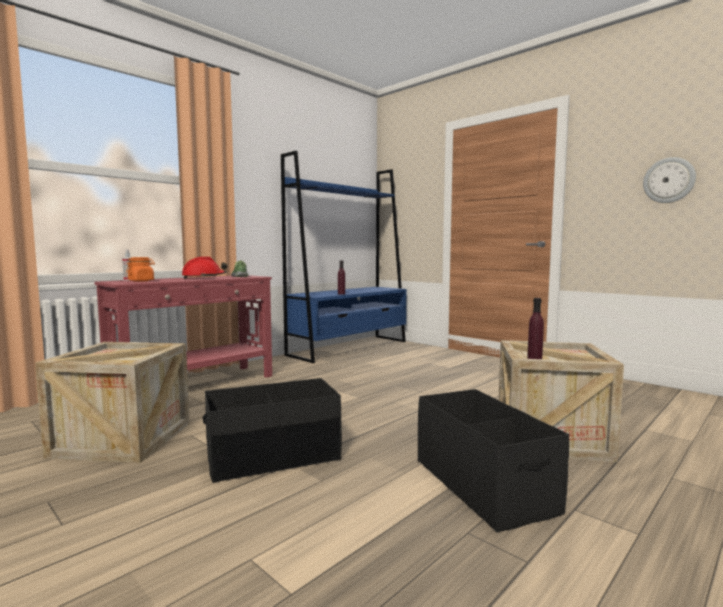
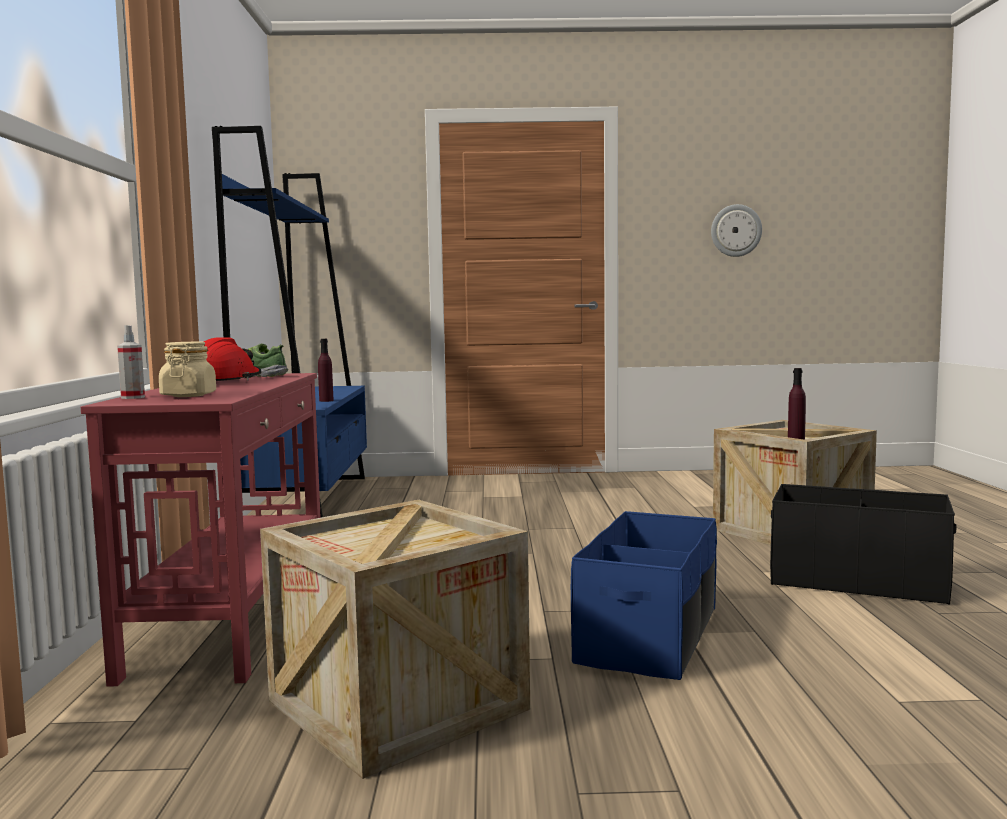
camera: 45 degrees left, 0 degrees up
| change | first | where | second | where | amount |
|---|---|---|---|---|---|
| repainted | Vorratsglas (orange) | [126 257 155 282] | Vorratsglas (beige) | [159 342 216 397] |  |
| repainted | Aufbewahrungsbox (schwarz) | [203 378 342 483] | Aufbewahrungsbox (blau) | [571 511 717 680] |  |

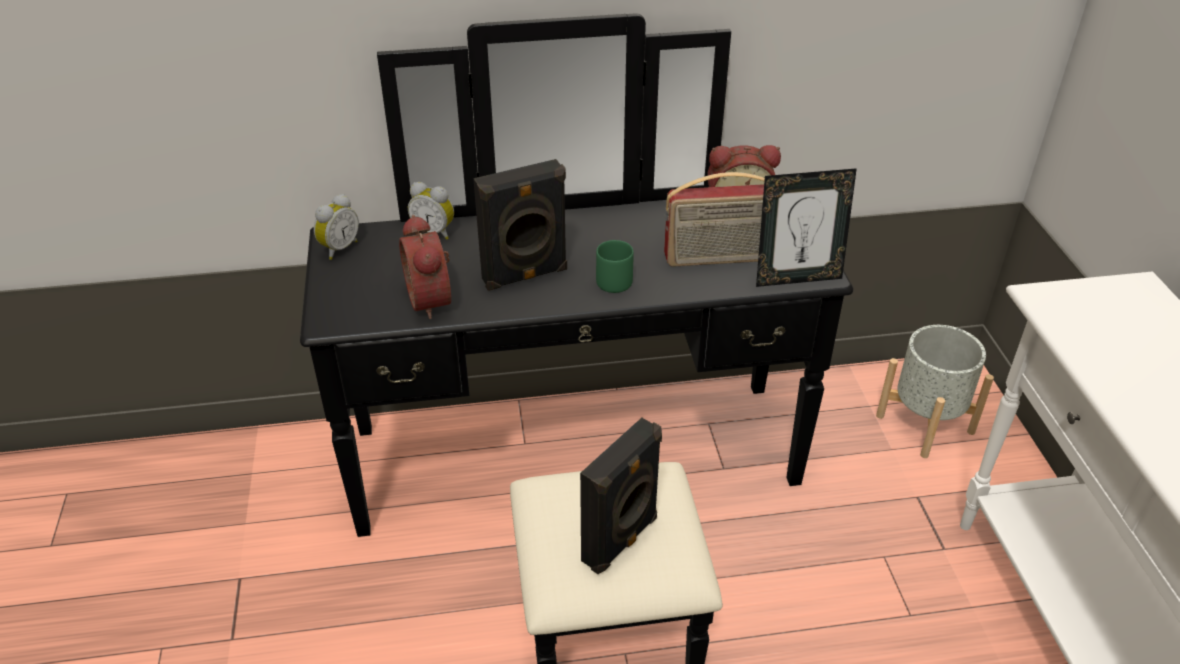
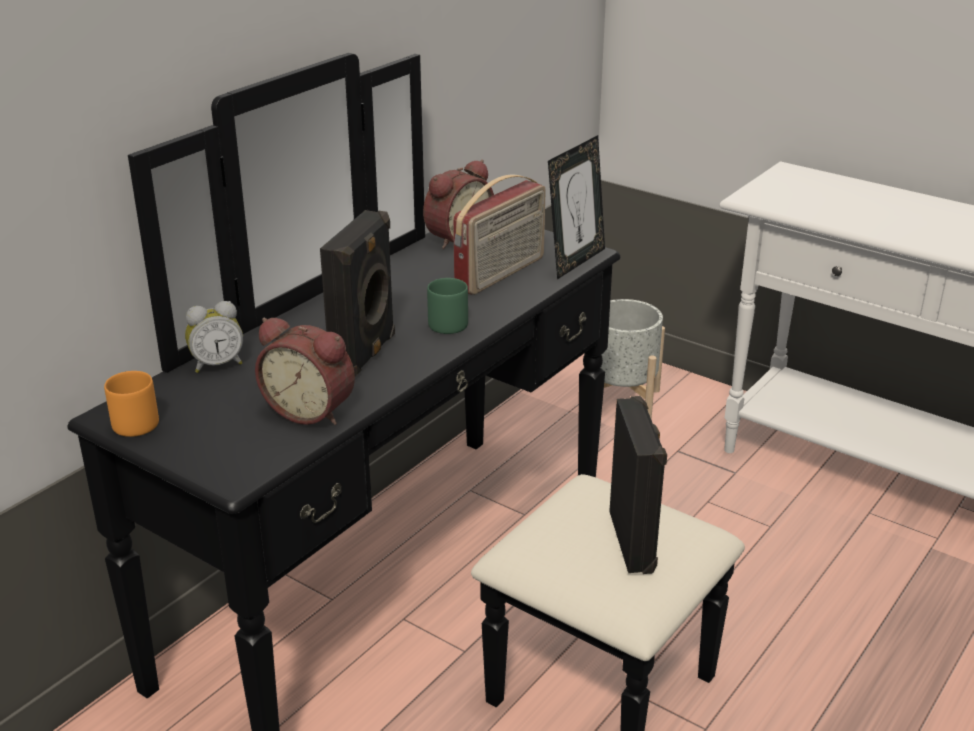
camera: 45 degrees left, 10 degrees down
| change | first | where | second | where | amount |
|---|---|---|---|---|---|
| swapped | Wecker | [314 194 359 260] | Henkelbecher (orange) | [104 371 159 437] |  |

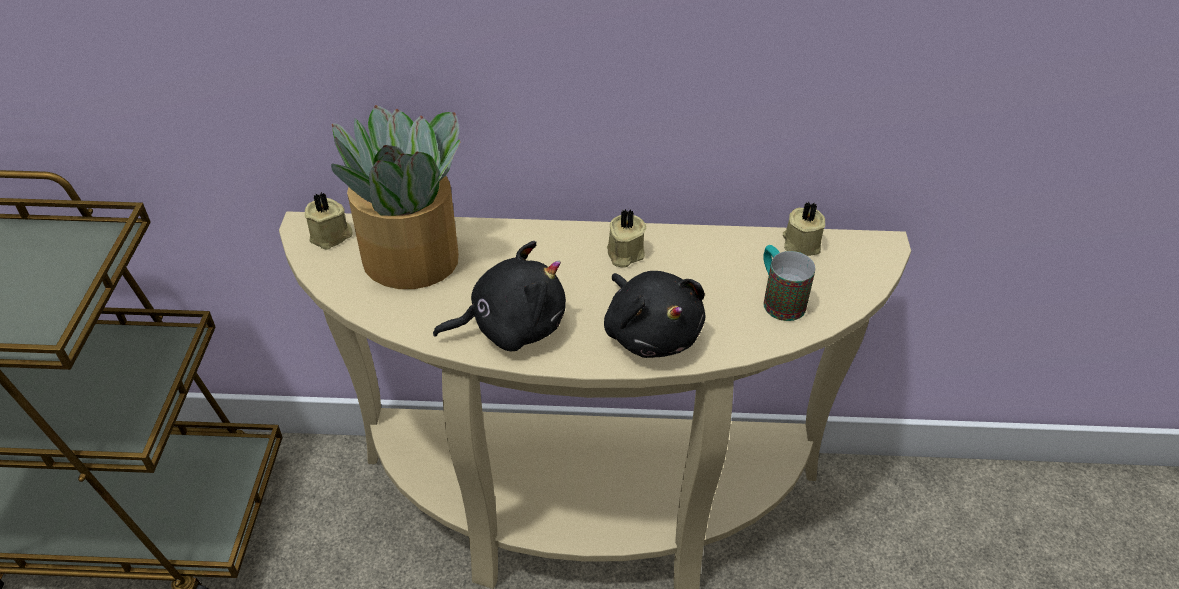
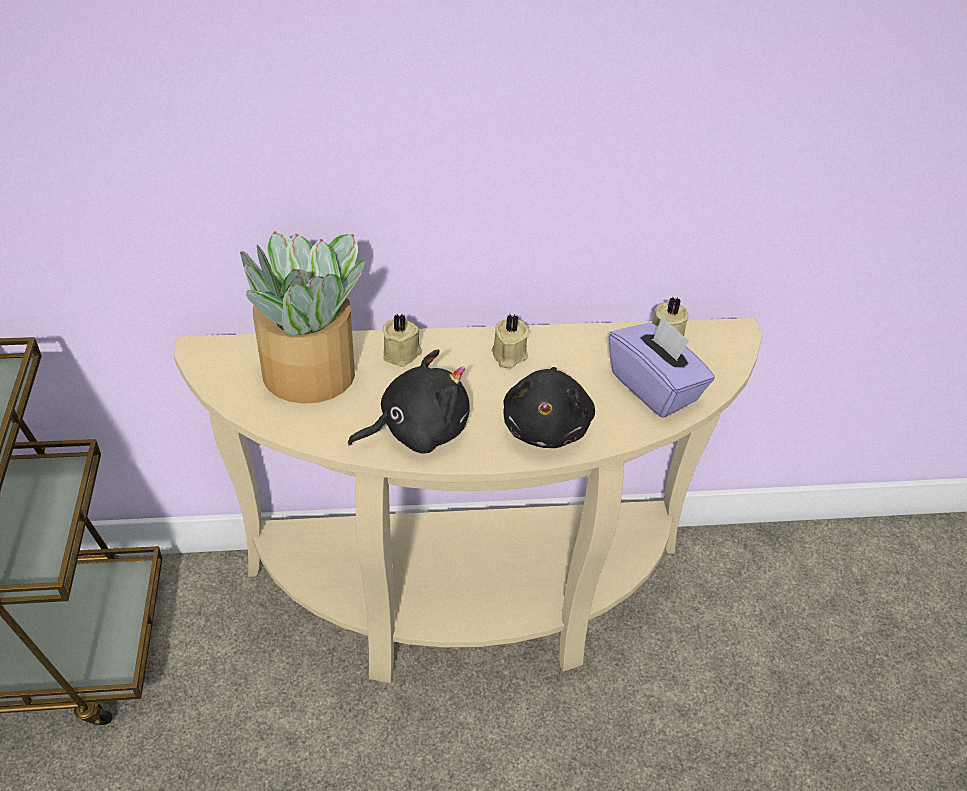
camera: 10 degrees left, 0 degrees up
| change | first | where | second | where | amount |
|---|---|---|---|---|---|
| shifted | Kerze (beige) | [305 192 352 250] |  | [383 314 422 367] |  |
| rotated | Plüschtier (schwarz) | [604 271 705 358] |  | [503 367 595 448] | 45 degrees clockwise |
| swapped | Henkelbecher | [763 245 815 321] | Taschentuchbox (lila) | [608 316 715 418] |  |

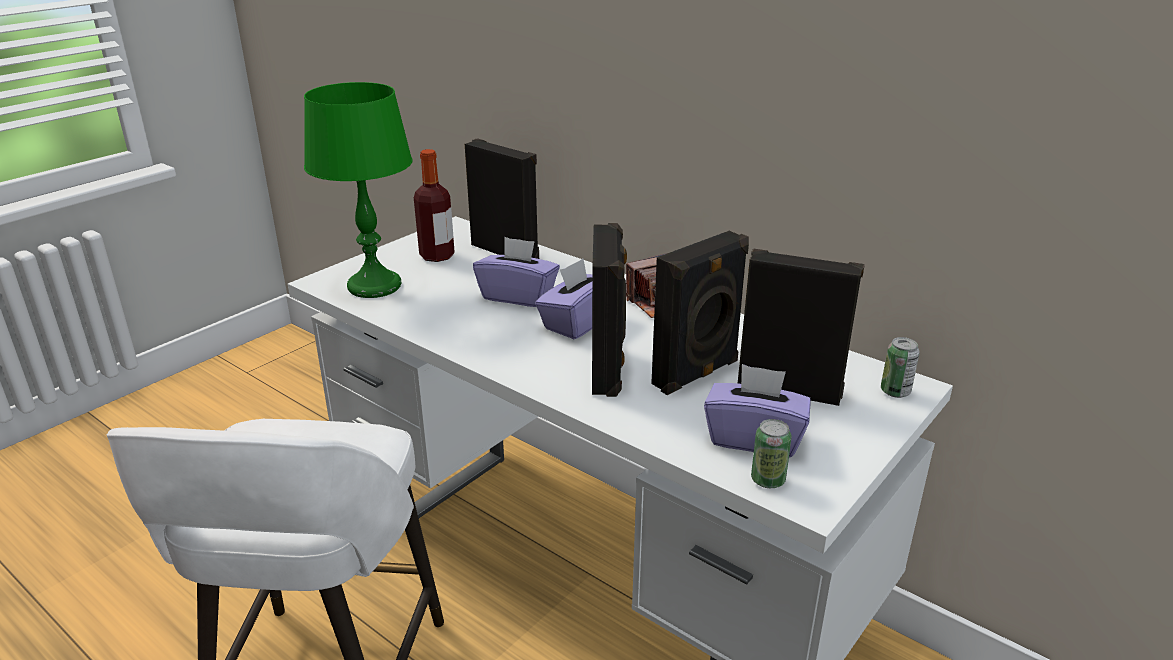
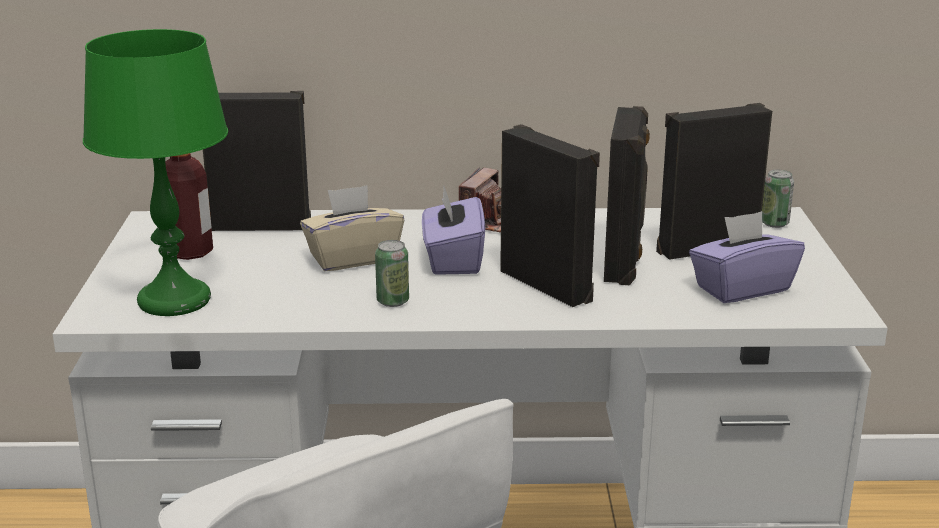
camera: 40 degrees left, 5 degrees down
| change | first | where | second | where | amount |
|---|---|---|---|---|---|
| repainted | Taschentuchbox (lila) | [473 237 560 307] | Taschentuchbox (beige) | [300 185 404 271] |  |
| shifted | Dose | [751 419 792 488] |  | [375 240 409 307] |  |

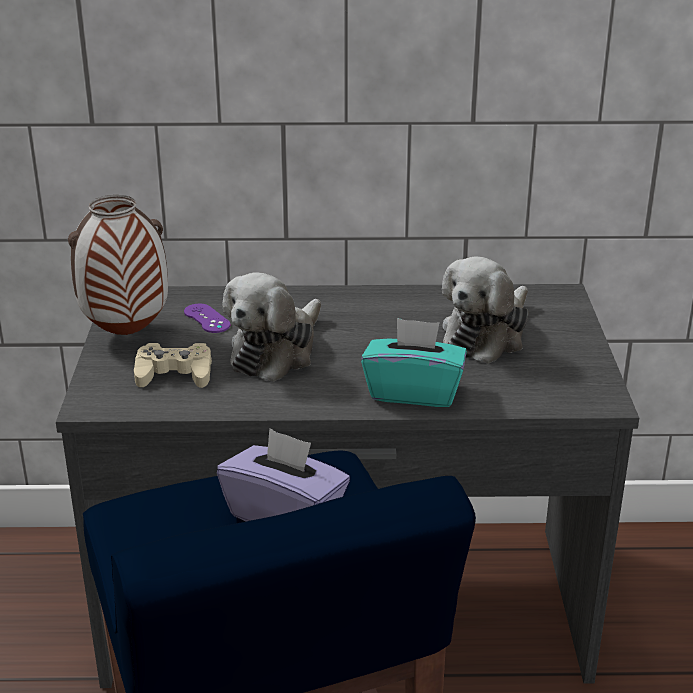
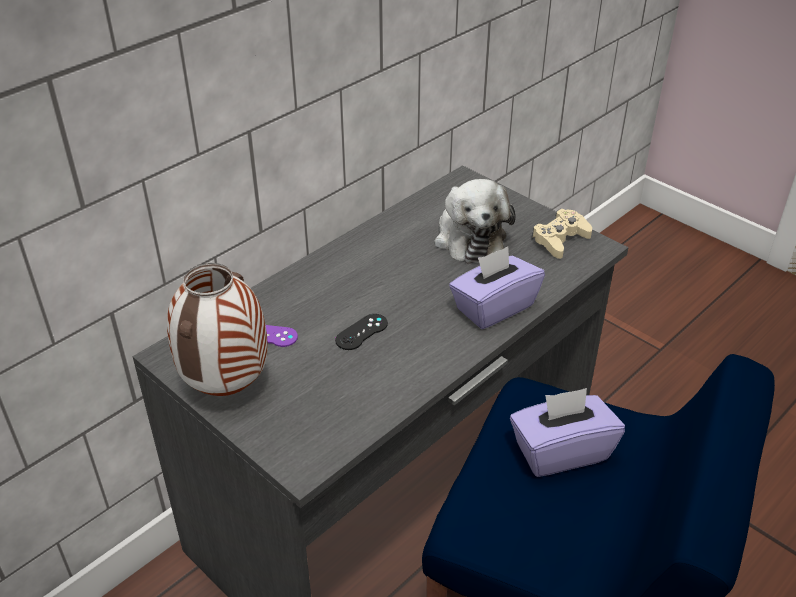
camera: 45 degrees left, 10 degrees up
| change | first | where | second | where | amount |
|---|---|---|---|---|---|
| swapped | Plüschtier | [222 272 321 382] | Gamepad (schwarz) | [335 314 388 350] |  |
| repainted | Taschentuchbox (türkis) | [361 318 467 407] | Taschentuchbox (lila) | [449 246 545 329] |  |
| shifted | Gamepad (beige) | [134 343 212 388] |  | [531 209 592 259] |  |

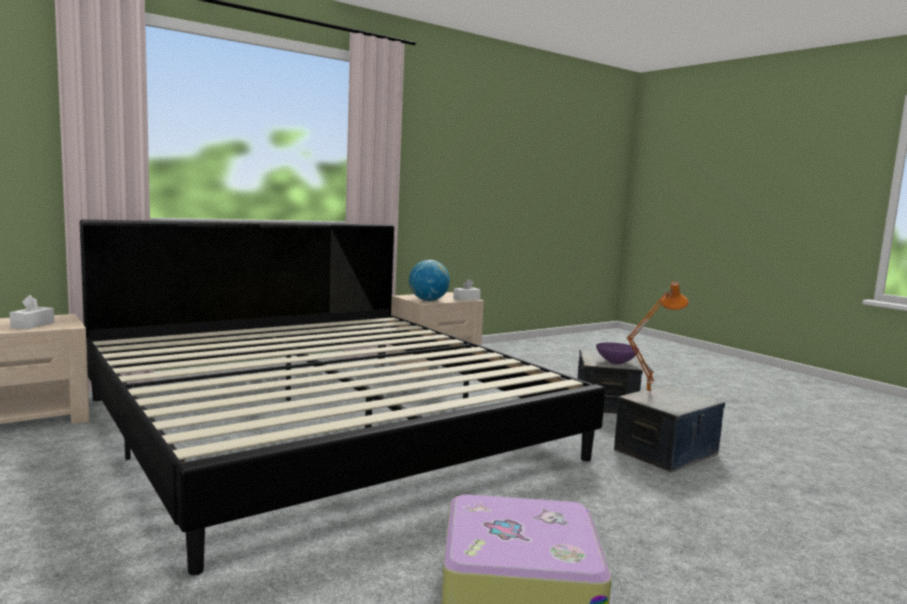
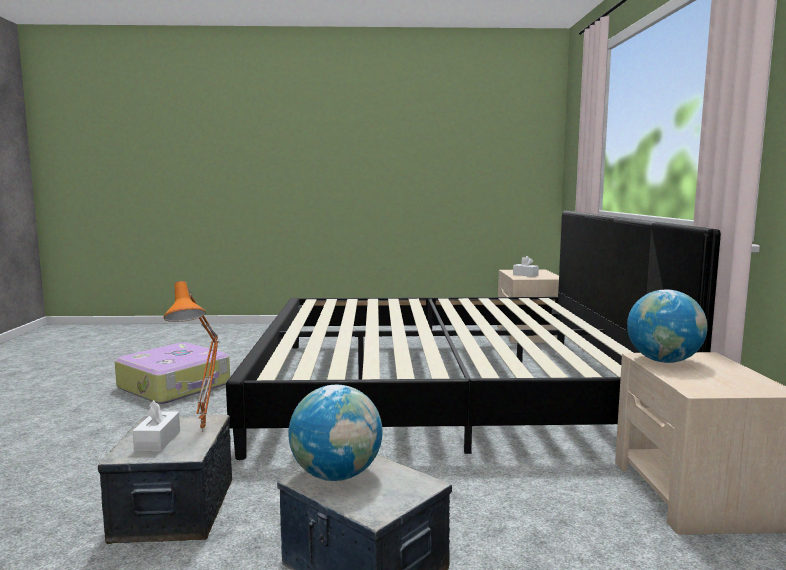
camera: 125 degrees right, 0 degrees up
| change | first | where | second | where | amount |
|---|---|---|---|---|---|
| shifted | Taschentuchbox (weiß) | [453 279 481 301] |  | [133 400 180 452] |  |
| swapped | Schüssel (lila) | [596 343 639 364] | Globus | [288 385 383 481] |  |

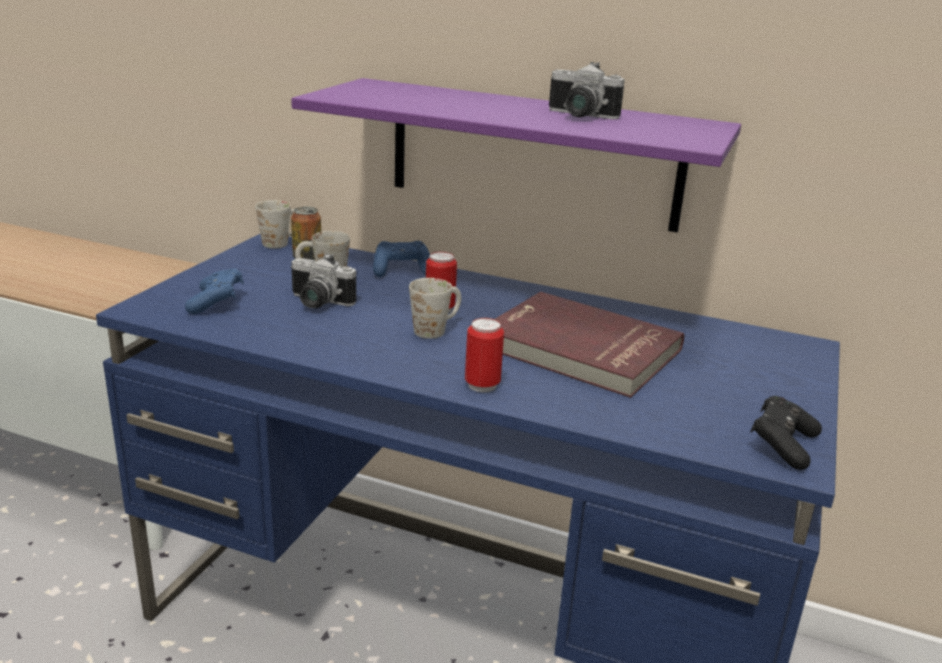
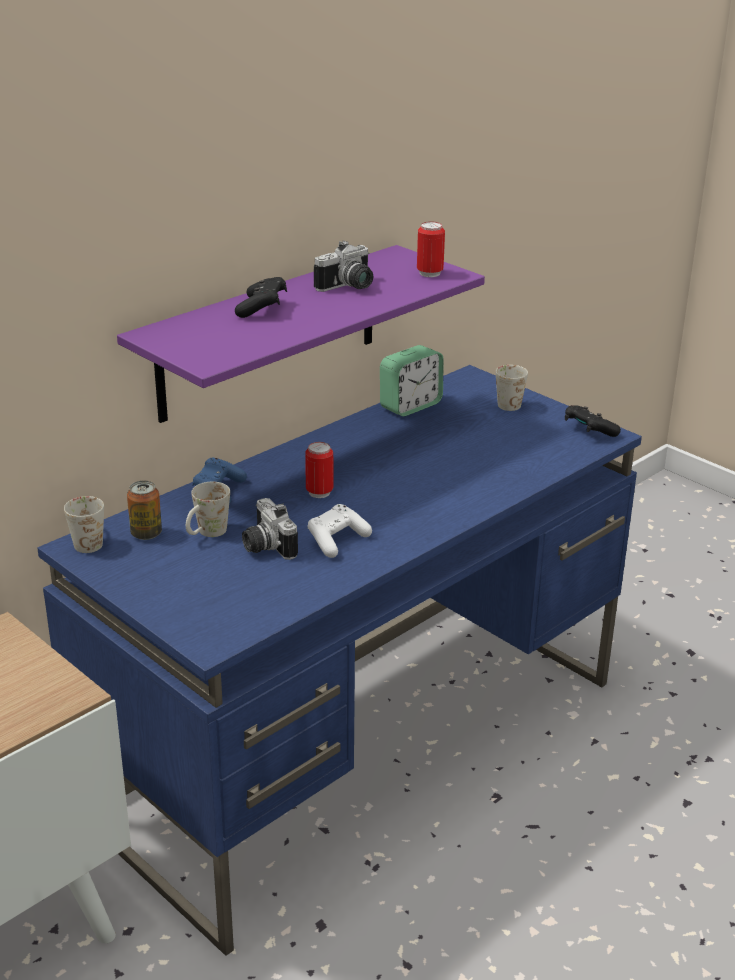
camera: 65 degrees left, 5 degrees up
| change | first | where | second | where | amount |
|---|---|---|---|---|---|
| new |  |  | Gamepad (schwarz) | [235 277 287 318] |  |
| rotated | Kamera | [291 253 356 308] |  | [242 498 298 560] | 105 degrees clockwise |
| new |  |  | Gamepad (weiß) | [308 504 372 558] |  |
| new |  |  | Wecker | [380 345 444 416] |  |
| shifted | Dose | [465 318 504 392] |  | [417 221 445 277] |  |
| shifted | Henkelbecher (weiß) | [409 278 461 339] |  | [496 365 528 411] |  |
| gone | Gamepad (blau) | [185 269 244 314] |  |  |  |
| gone | Buch (rot) | [495 292 684 398] |  |  |  |

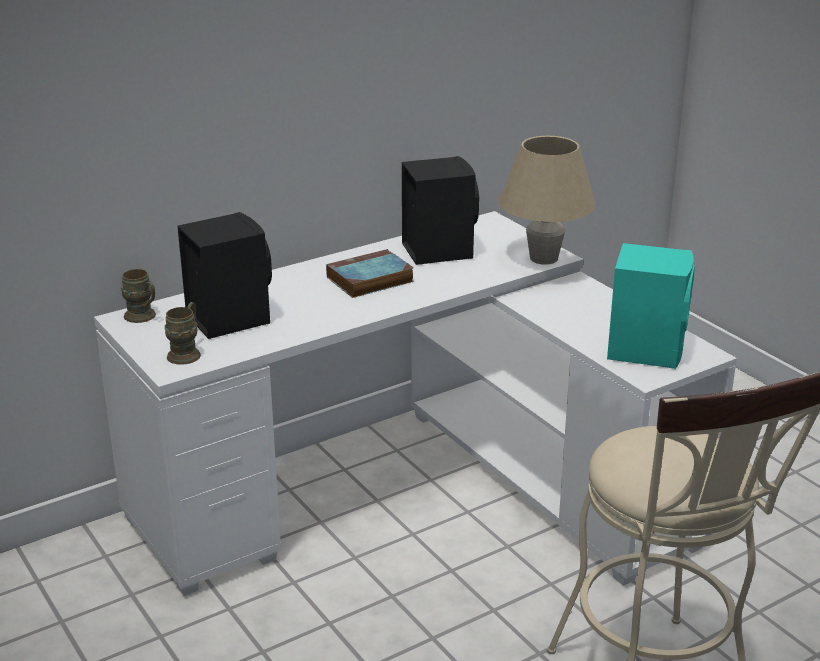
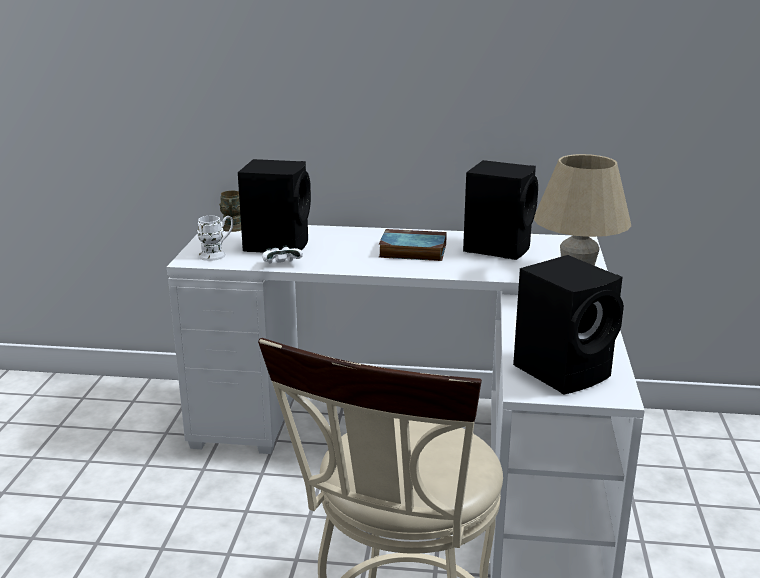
camera: 40 degrees right, 5 degrees down
| change | first | where | second | where | amount |
|---|---|---|---|---|---|
| repainted | Henkelbecher (braun) | [164 302 201 365] | Henkelbecher (weiß) | [197 216 233 261] |  |
| new |  |  | Gamepad (weiß) | [262 245 303 264] |  |
| repainted | Lautsprecher (türkis) | [607 243 695 369] | Lautsprecher (schwarz) | [513 255 624 394] |  |

